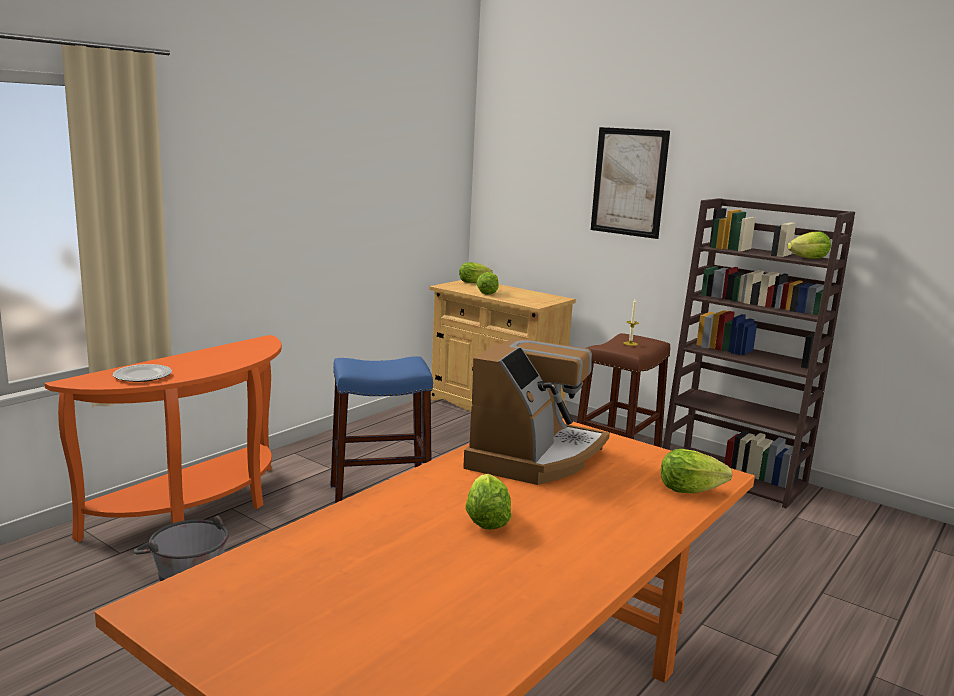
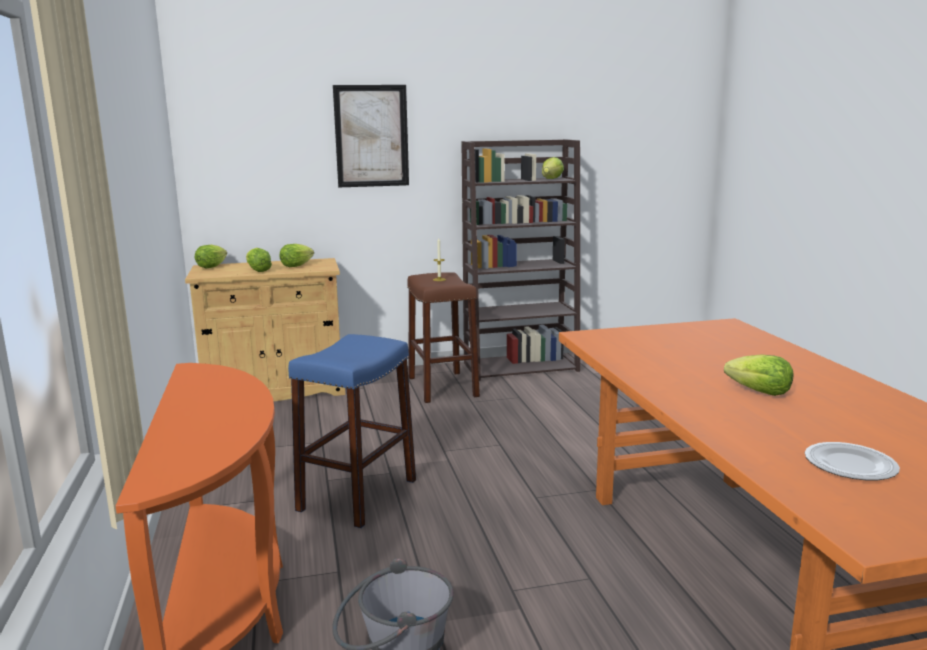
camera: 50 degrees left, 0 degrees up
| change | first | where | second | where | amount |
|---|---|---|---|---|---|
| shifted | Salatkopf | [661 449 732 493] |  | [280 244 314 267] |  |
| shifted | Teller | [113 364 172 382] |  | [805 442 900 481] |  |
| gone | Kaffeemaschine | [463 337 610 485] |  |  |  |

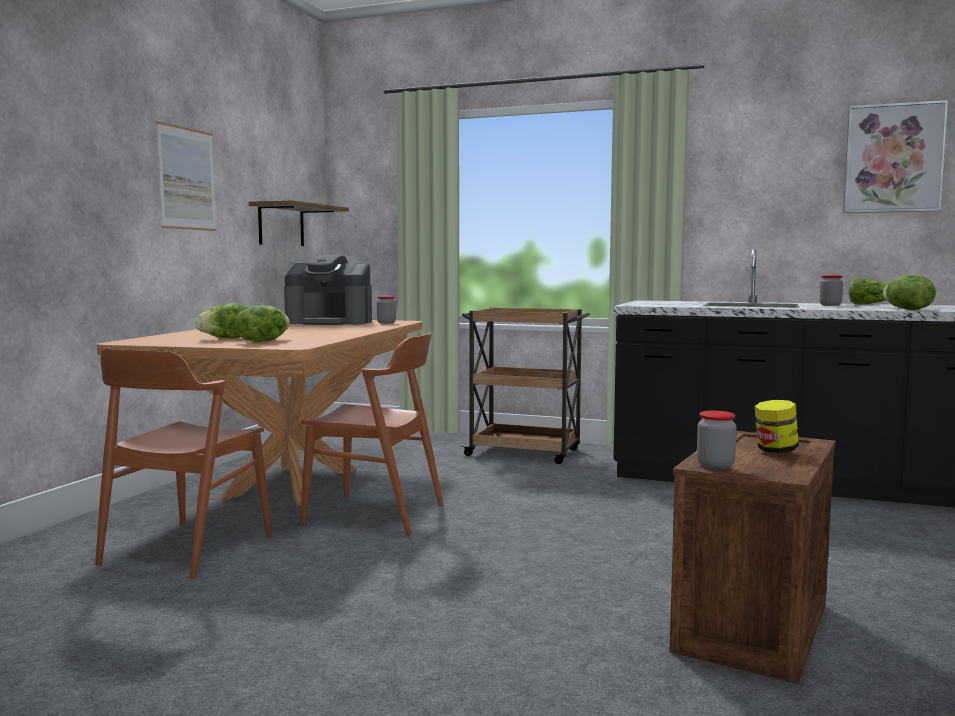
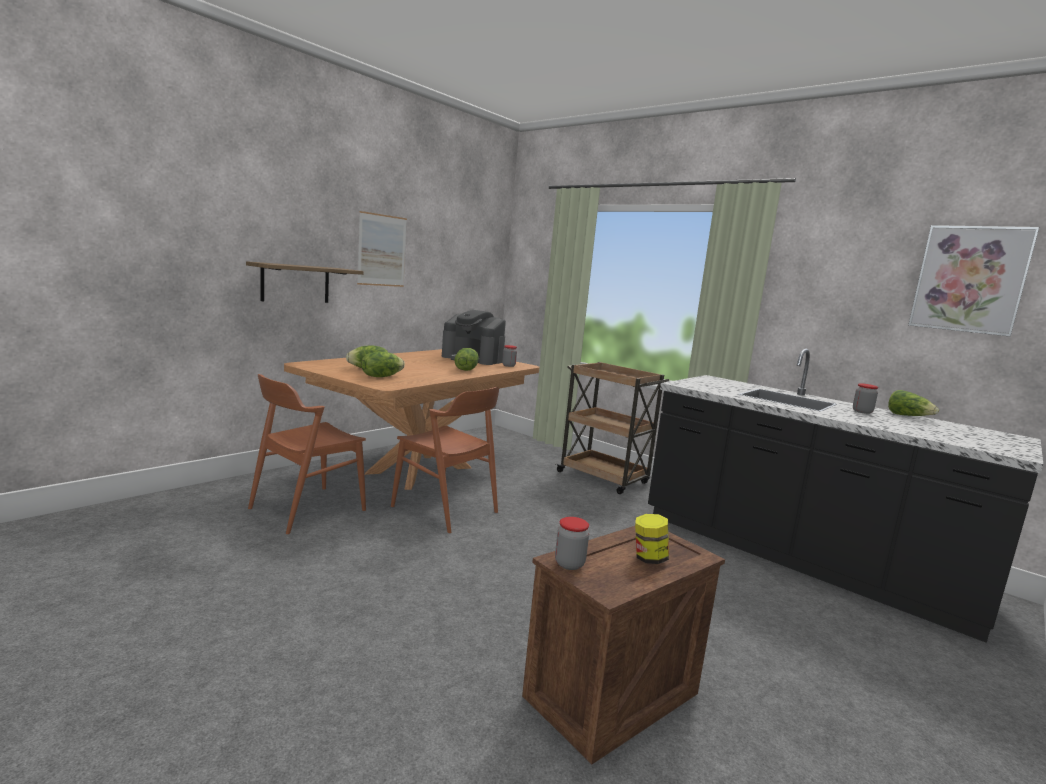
camera: 20 degrees right, 5 degrees up
| change | first | where | second | where | amount |
|---|---|---|---|---|---|
| shifted | Wandregal | [249 200 349 246] |  | [246 261 364 303] |  |
| shifted | Salatkopf | [883 275 936 310] |  | [455 348 479 371] |  |

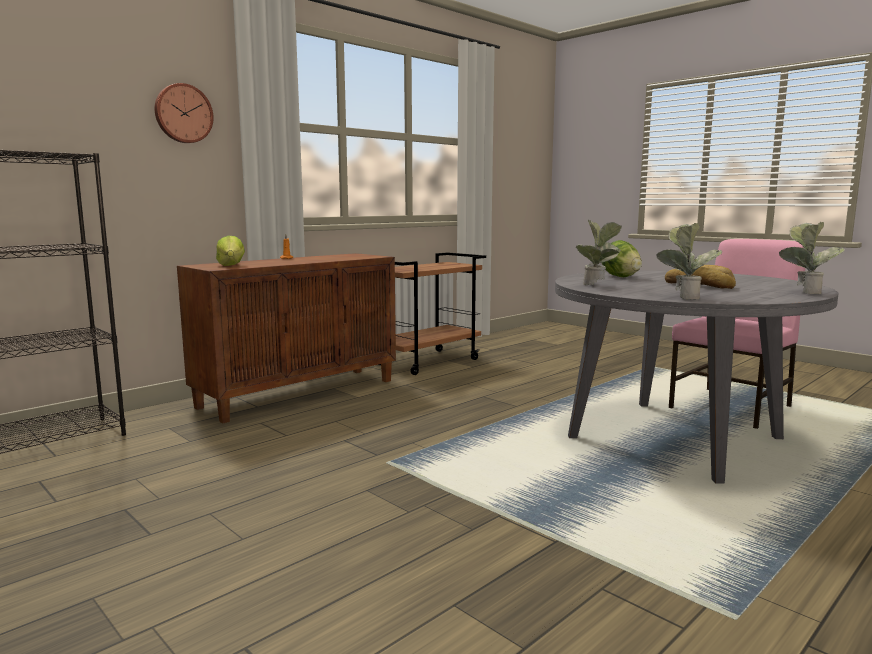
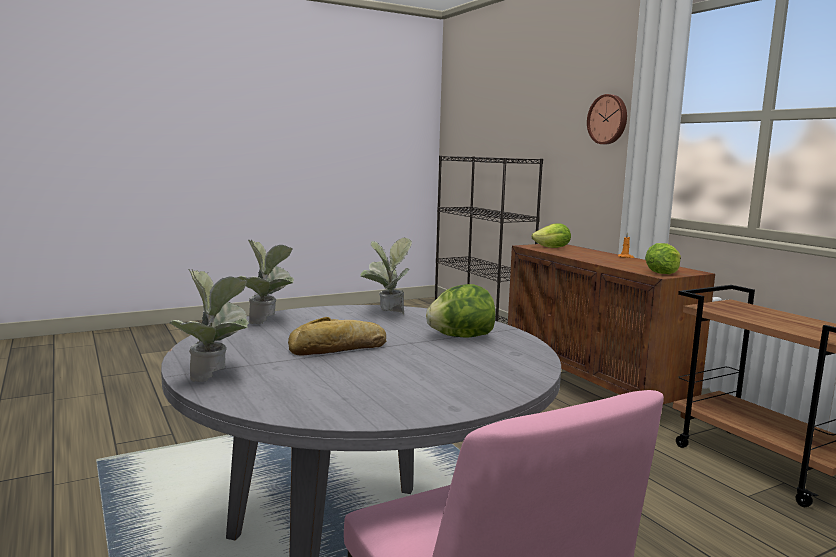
camera: 105 degrees right, 0 degrees up
| change | first | where | second | where | amount |
|---|---|---|---|---|---|
| new |  |  | Salatkopf | [645 243 681 274] |  |

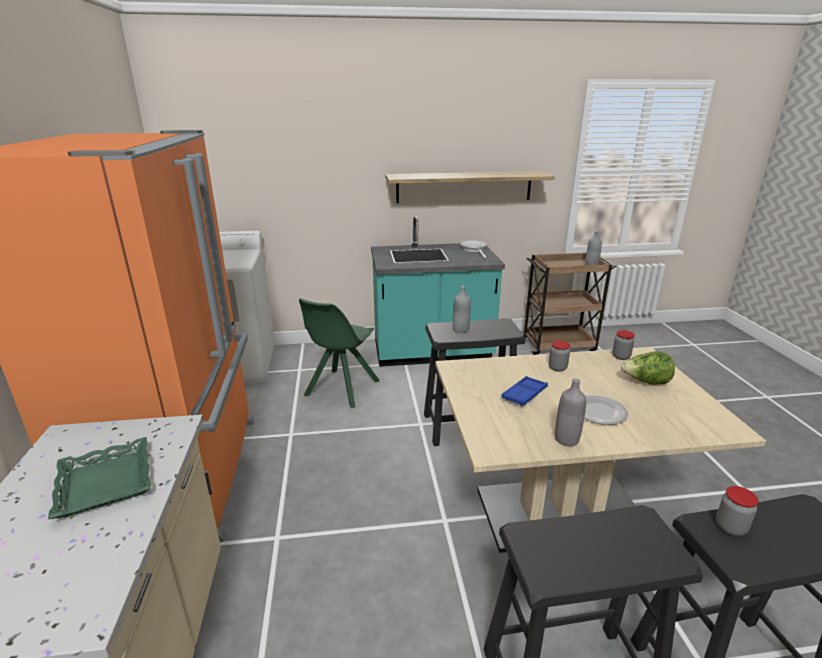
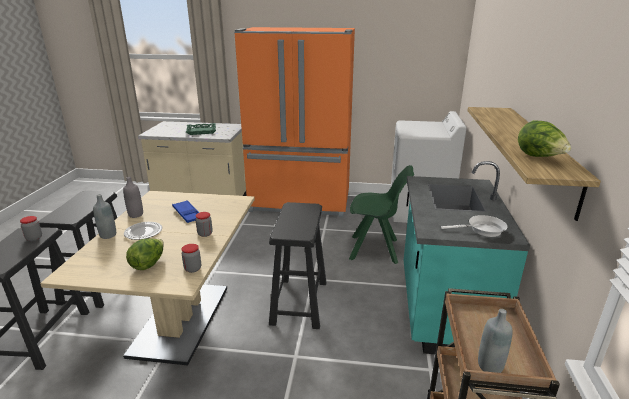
camera: 105 degrees right, 0 degrees up
| change | first | where | second | where | amount |
|---|---|---|---|---|---|
| shifted | Flasche (grau) | [453 286 471 333] |  | [93 194 116 239] |  |
| rotated | Stuhl (grün) | [299 298 380 408] |  | [349 165 414 264] | 150 degrees clockwise |
| new |  |  | Salatkopf | [518 120 571 157] |  |

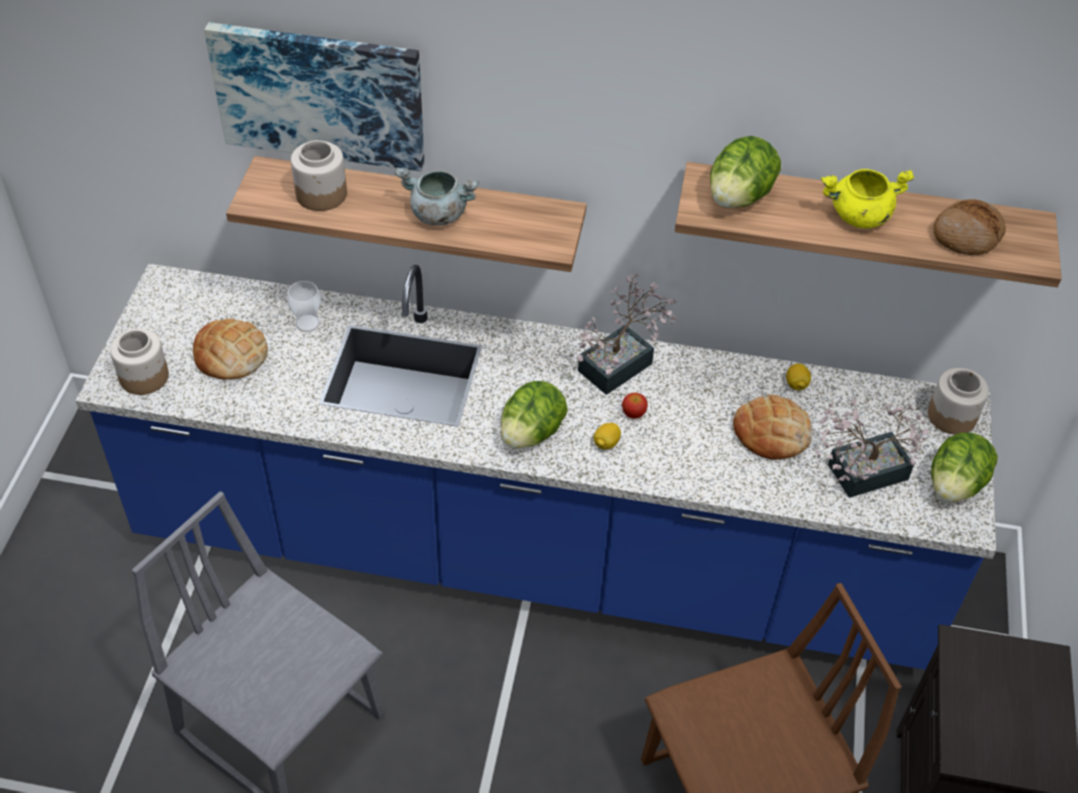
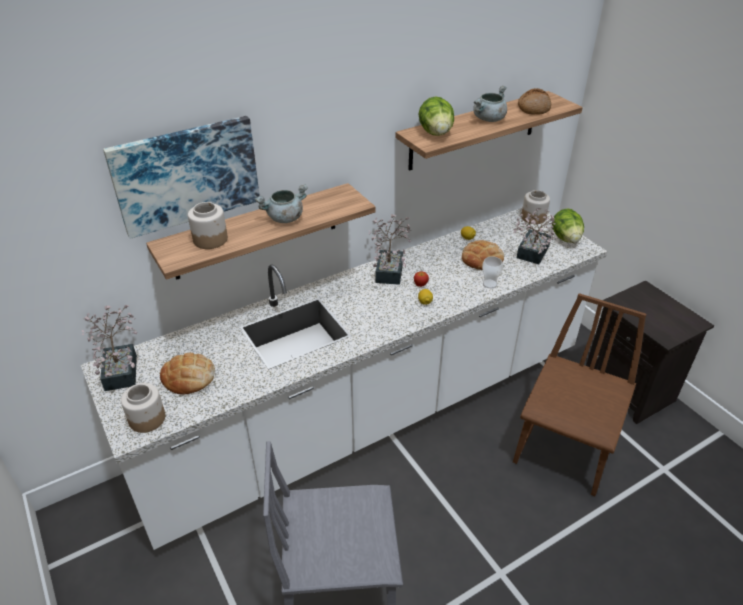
camera: 40 degrees left, 10 degrees down
| change | first | where | second | where | amount |
|---|---|---|---|---|---|
| repainted | Küchenzeile (blau) | [76 264 996 670] | Küchenzeile (weiß) | [81 208 608 550] |  |
| new |  |  | Topfpflanze | [81 305 137 391] |  |
| repainted | Kochtopf (gelb) | [821 169 914 228] | Kochtopf (grau) | [473 85 507 122] |  |
| shifted | Tasse | [287 281 321 332] |  | [482 256 503 288] |  |
| gone | Salatkopf | [501 381 568 448] |  |  |  |

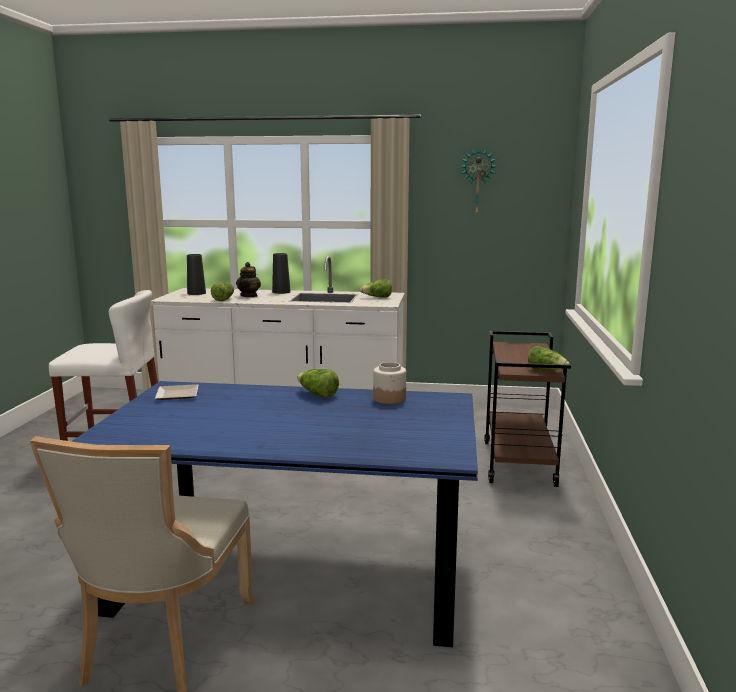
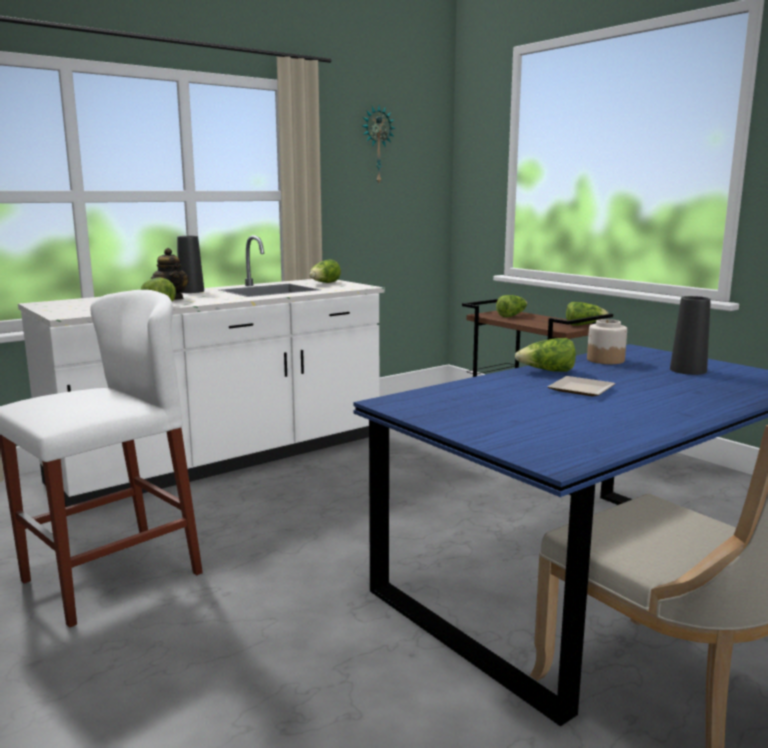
camera: 45 degrees left, 0 degrees up
| change | first | where | second | where | amount |
|---|---|---|---|---|---|
| new |  |  | Salatkopf | [496 295 527 317] |  |
| shifted | Teller | [155 384 198 400] |  | [547 376 616 397] |  |
| shifted | Vase (schwarz) | [187 254 206 295] |  | [670 296 711 375] |  |

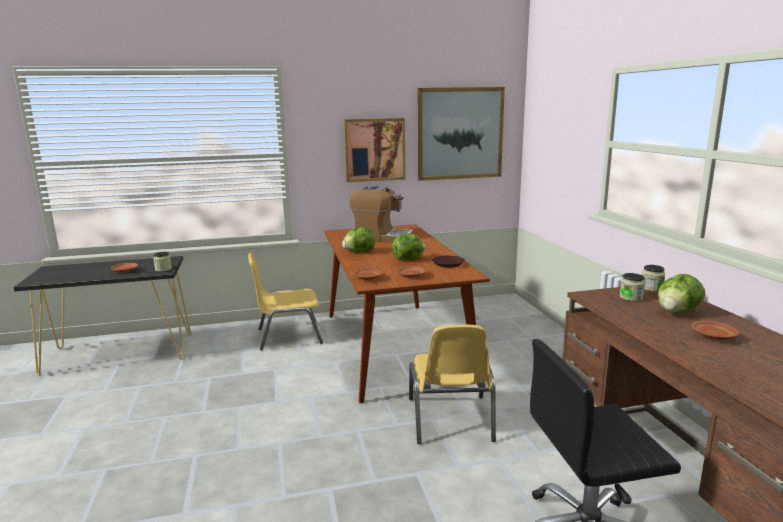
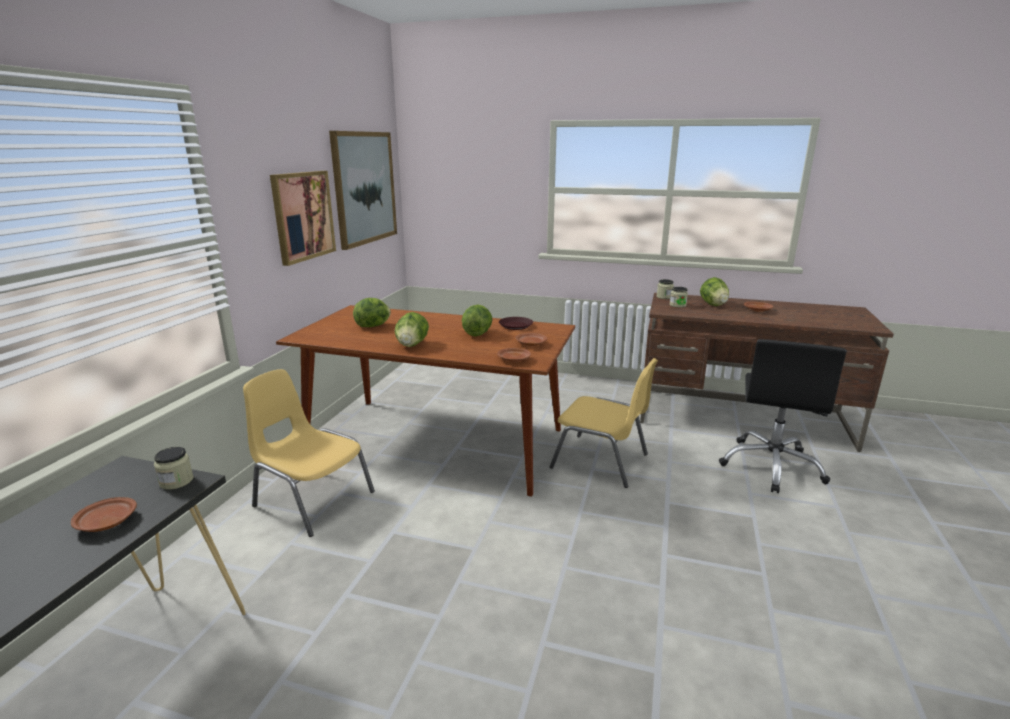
camera: 60 degrees left, 5 degrees up
| change | first | where | second | where | amount |
|---|---|---|---|---|---|
| rotated | Stuhl (gelb) | [248 253 323 351] |  | [243 369 375 537] | 105 degrees clockwise |
| swapped | Kaffeemaschine | [350 186 414 242] | Salatkopf | [353 298 391 327] |  |

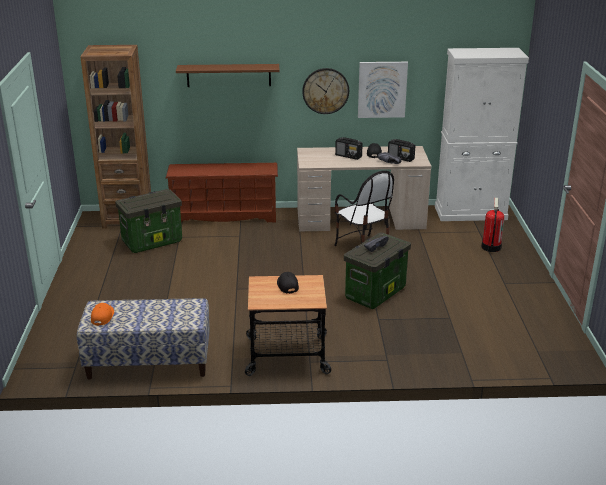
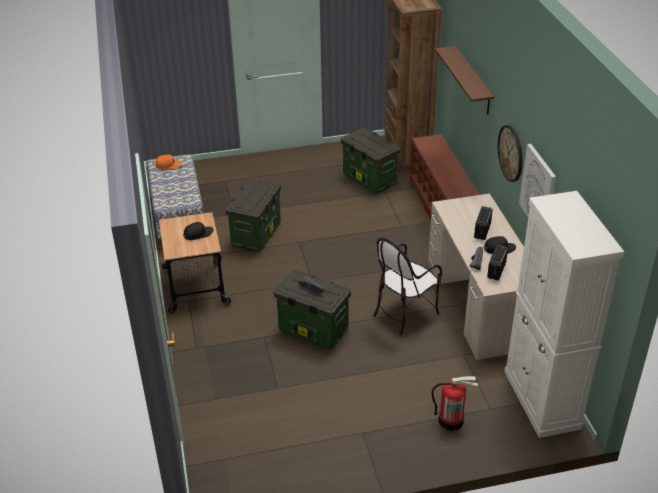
camera: 80 degrees right, 10 degrees up
| change | first | where | second | where | amount |
|---|---|---|---|---|---|
| new |  |  | Aufbewahrungsbox | [225 178 281 252] |  |

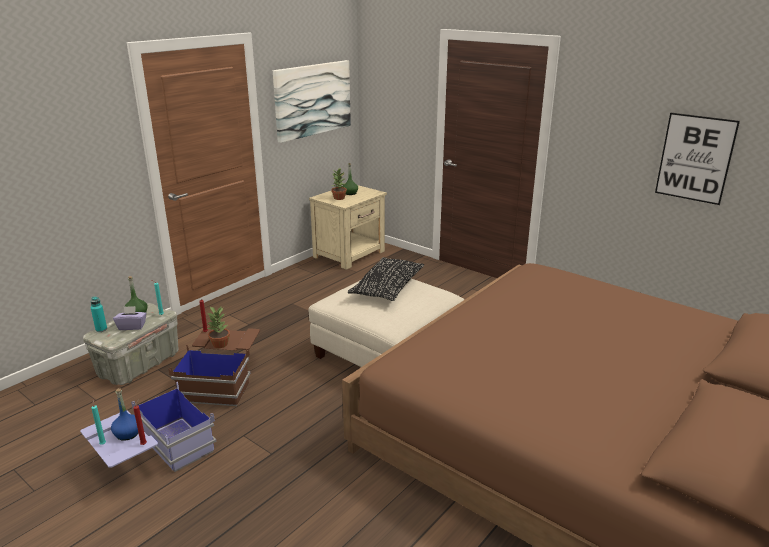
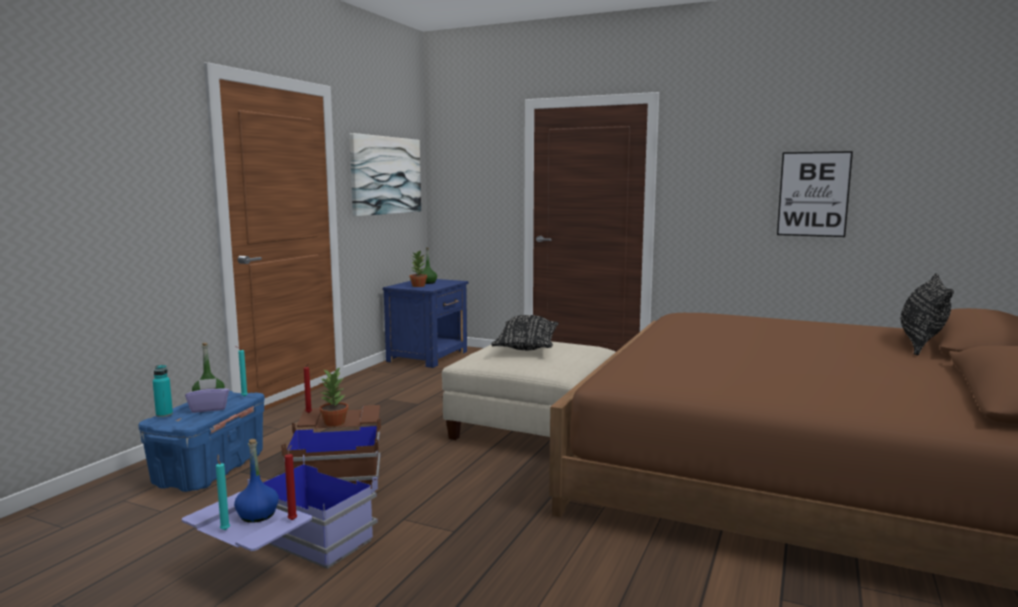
camera: 15 degrees left, 15 degrees down
| change | first | where | second | where | amount |
|---|---|---|---|---|---|
| repainted | Aufbewahrungsbox (grau) | [83 303 179 385] | Aufbewahrungsbox (blau) | [138 391 265 492] |  |
| repainted | Nachttisch (beige) | [309 185 387 270] | Nachttisch (blau) | [383 279 469 368] |  |
| new |  |  | Kissen (schwarz) | [901 273 954 355] |  |

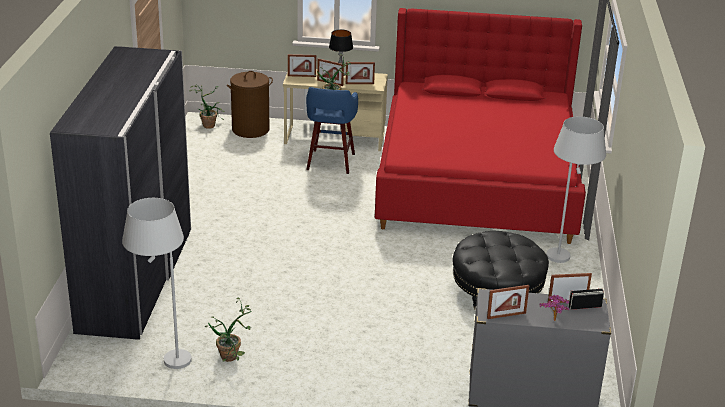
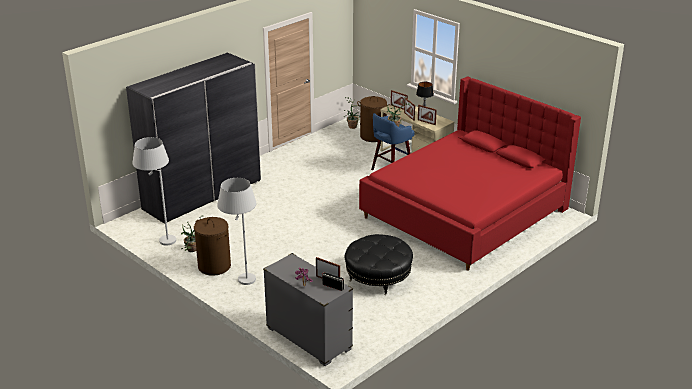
camera: 40 degrees right, 0 degrees up
| change | first | where | second | where | amount |
|---|---|---|---|---|---|
| new |  |  | Wäschekorb (braun) | [194 217 231 276] |  |
| shifted | Stehlampe (weiß) | [546 116 606 263] |  | [217 178 256 285] |  |
| gone | Bilderrahmen | [487 285 529 319] |  |  |  |

